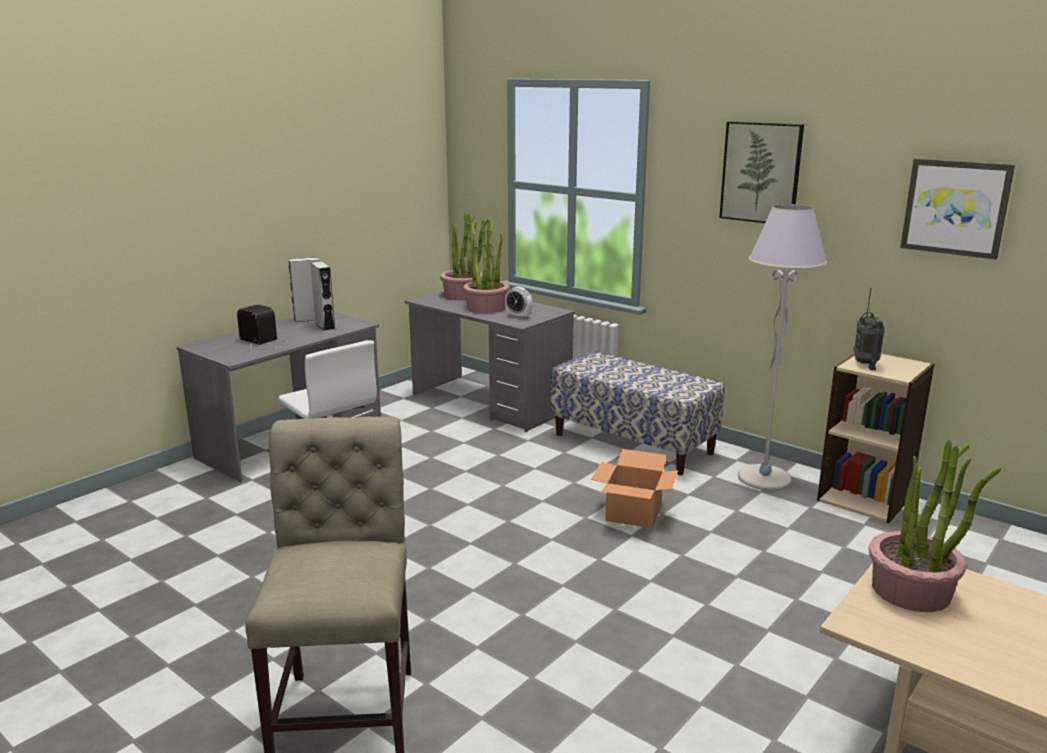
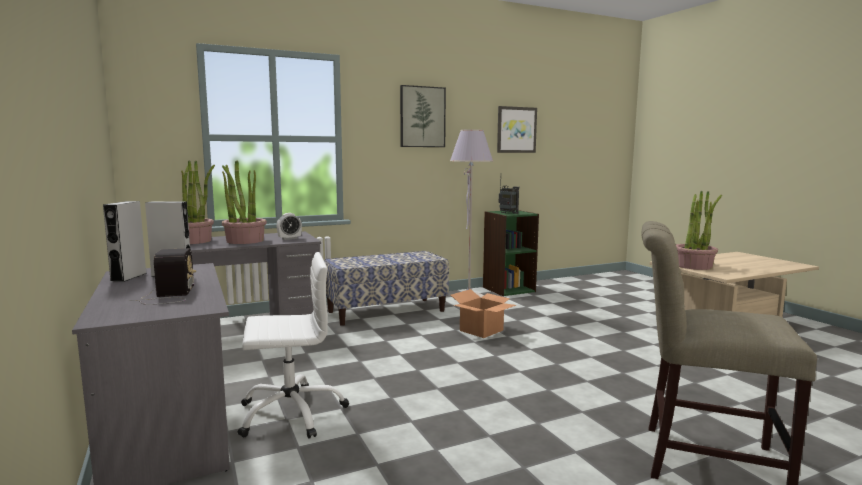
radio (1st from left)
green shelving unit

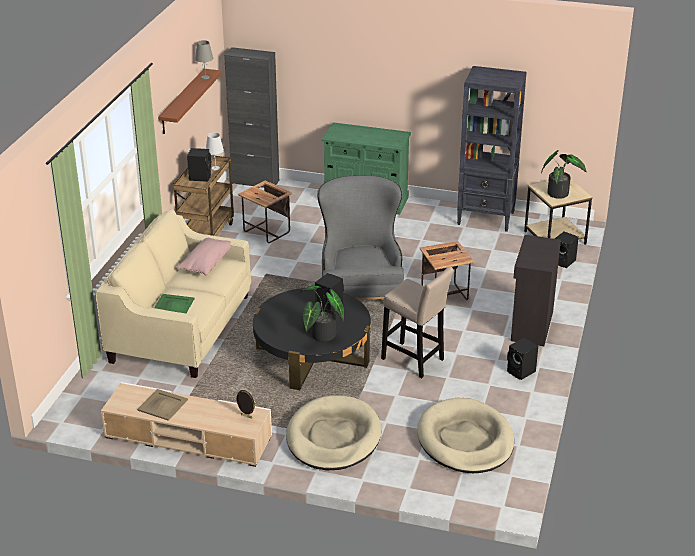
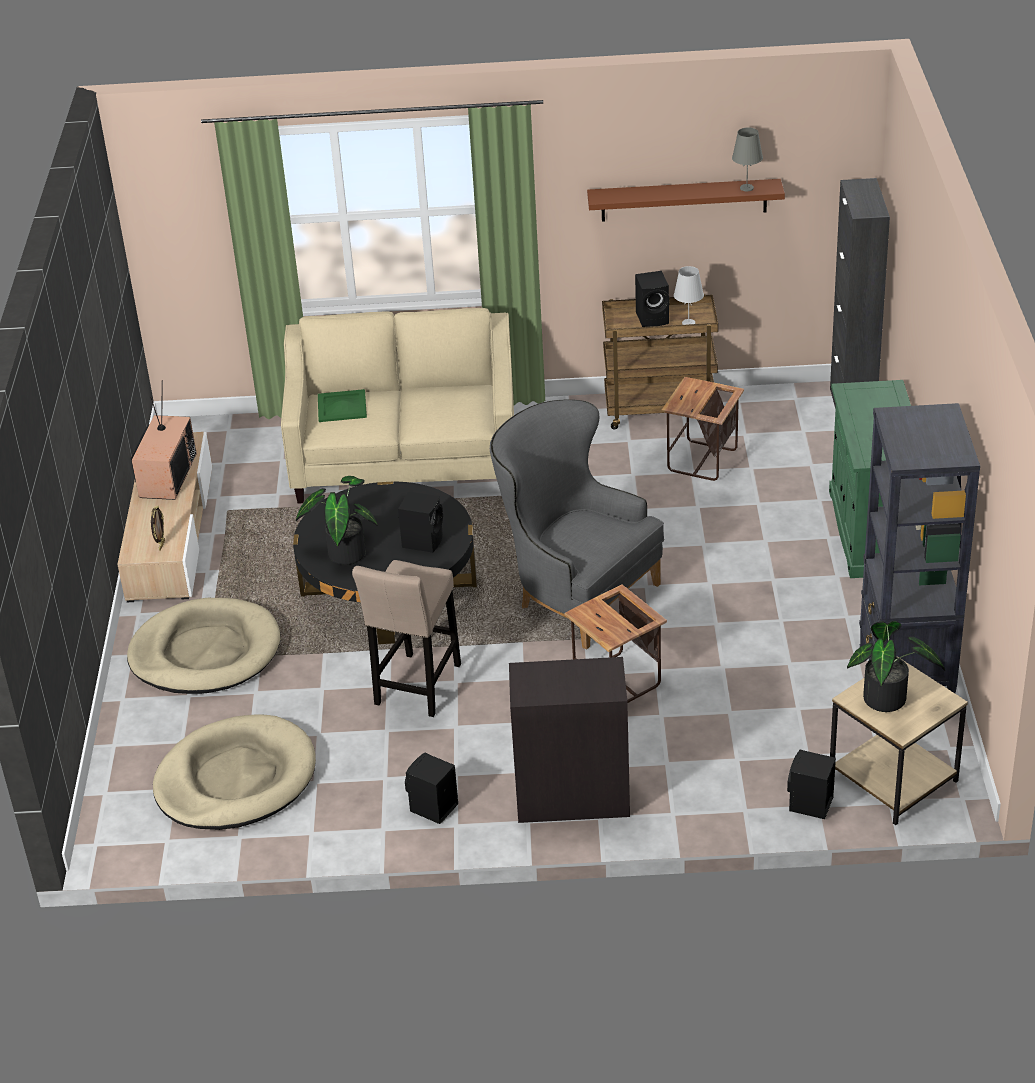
TV set
pinkish cushion
greyish armchair

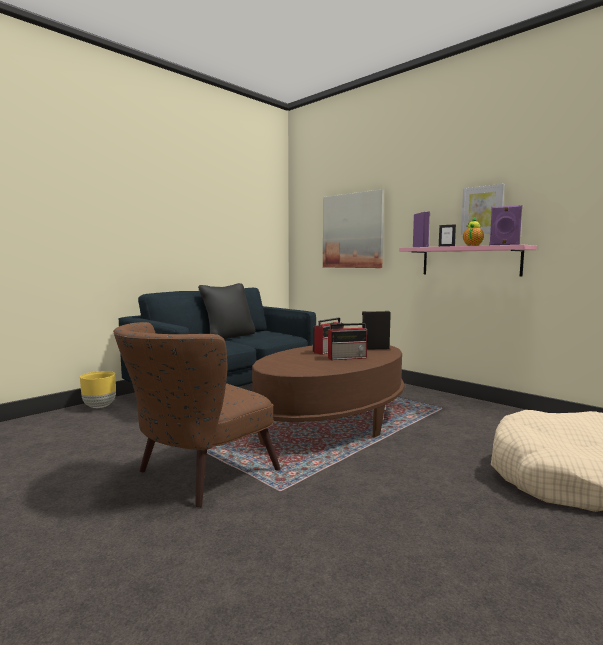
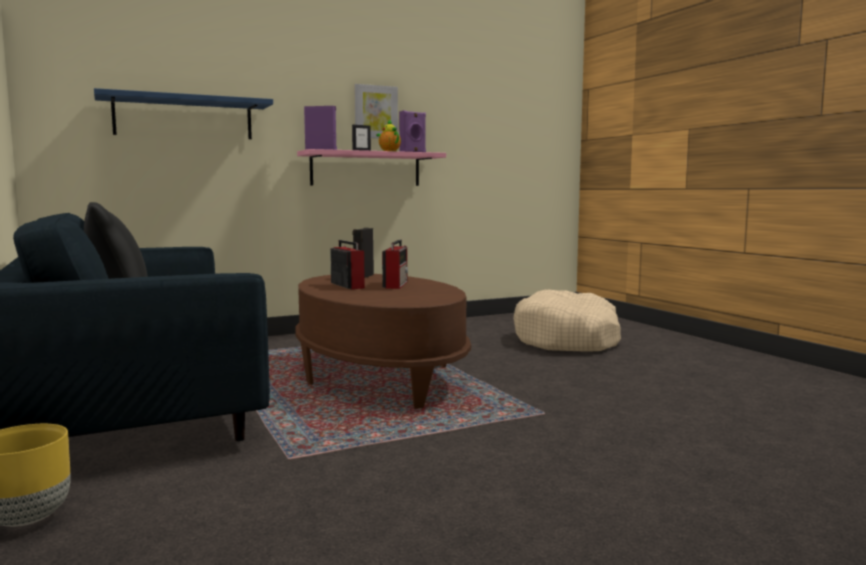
brown-coloured armchair
blue wall shelf

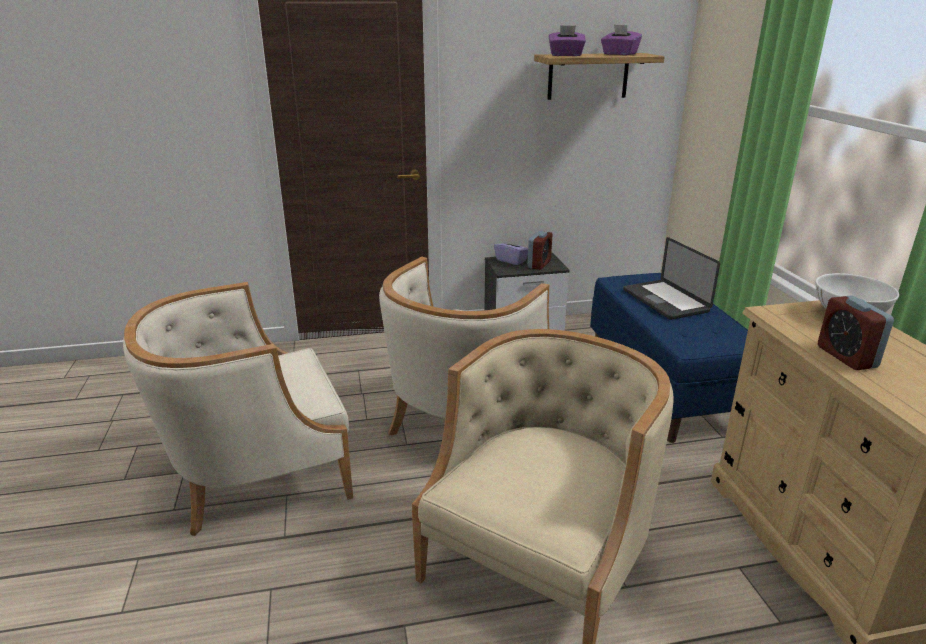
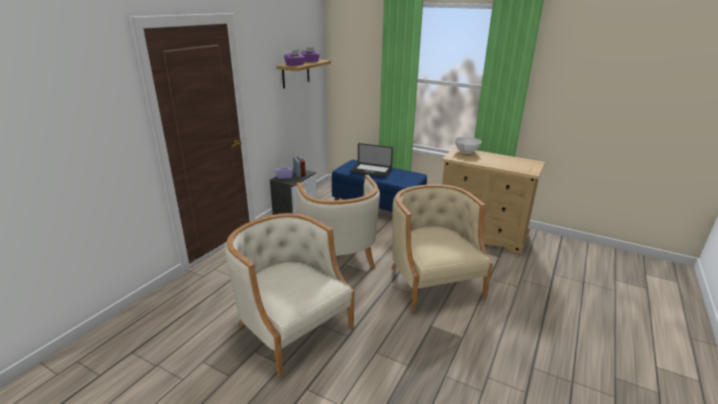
beige-coloured armchair (1st from left)
bedside clock (2nd from left in the first image)

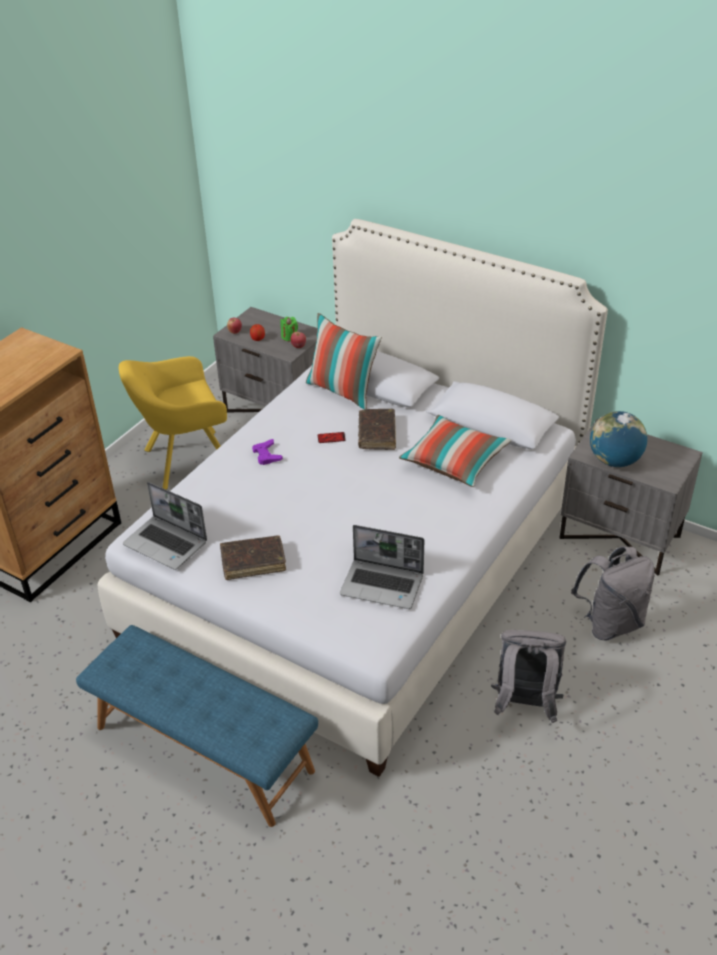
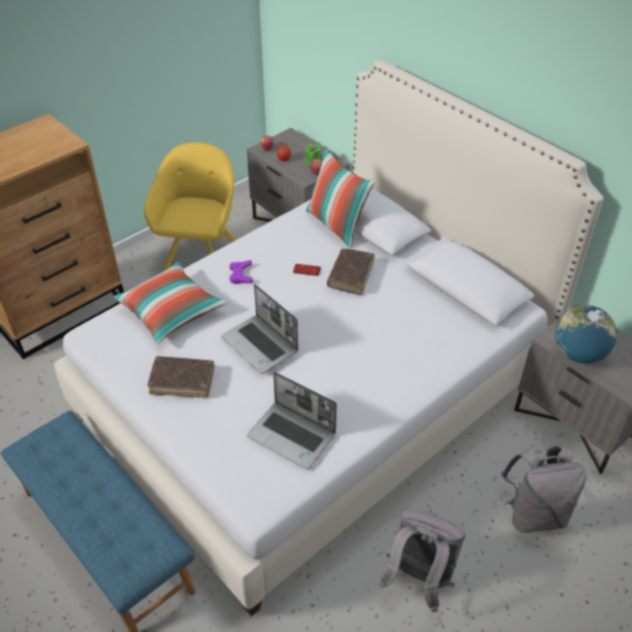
yellow armchair
notebook computer (1st from left)
cushion (1st from left)

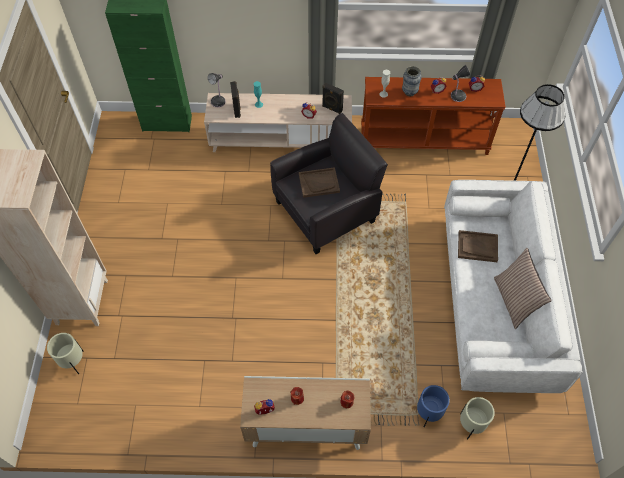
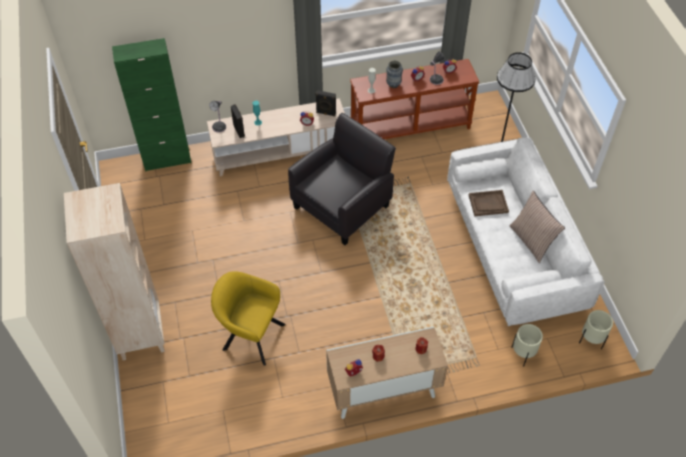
beige-coloured planter (2nd from left)
brown-coloured tray (1st from left in the first image)
blue planter
yellow armchair

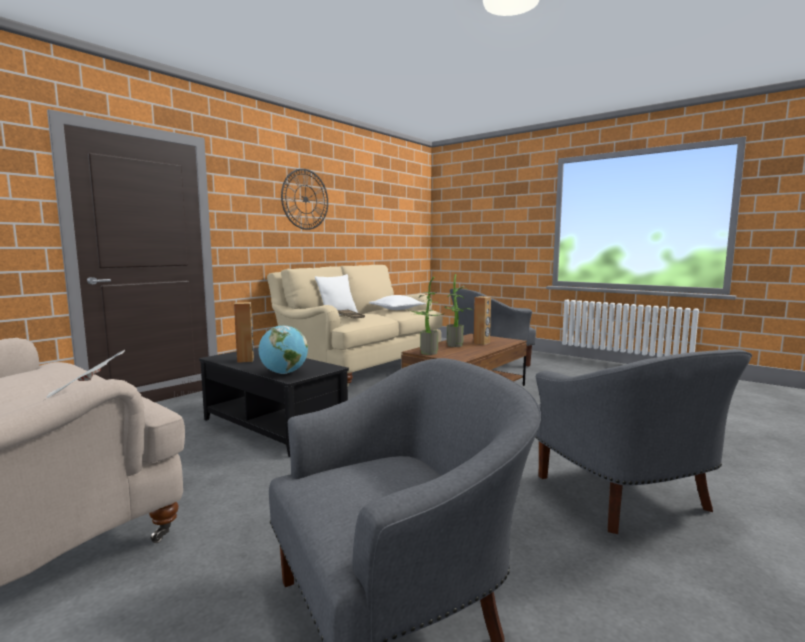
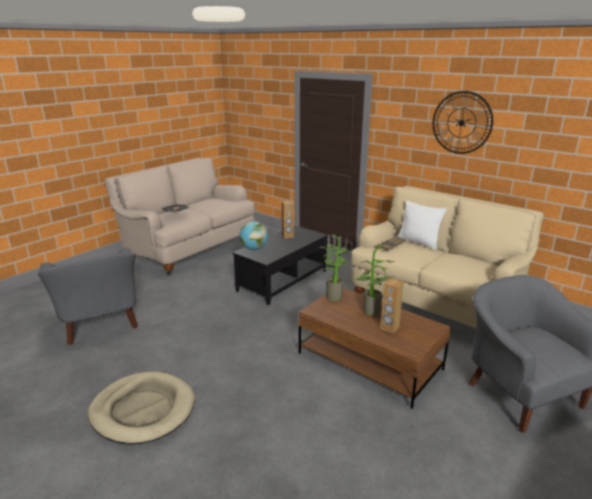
whitish cushion (2nd from left in the first image)
beige-coloured dog cushion

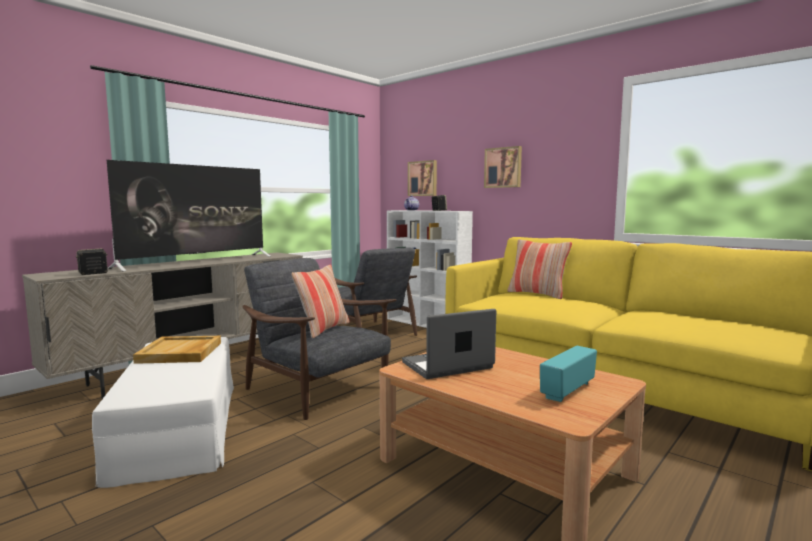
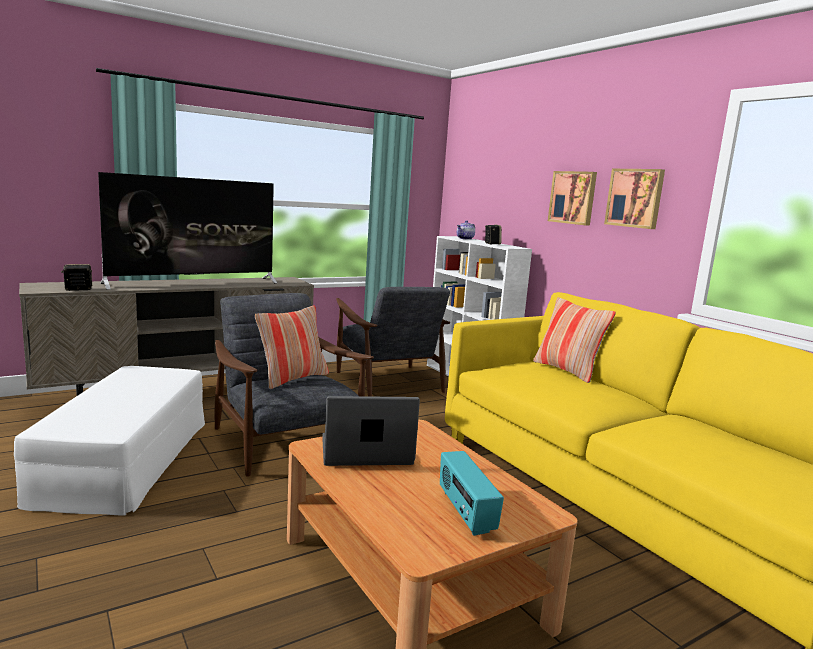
beige-coloured tray
picture (2nd from left)
radio

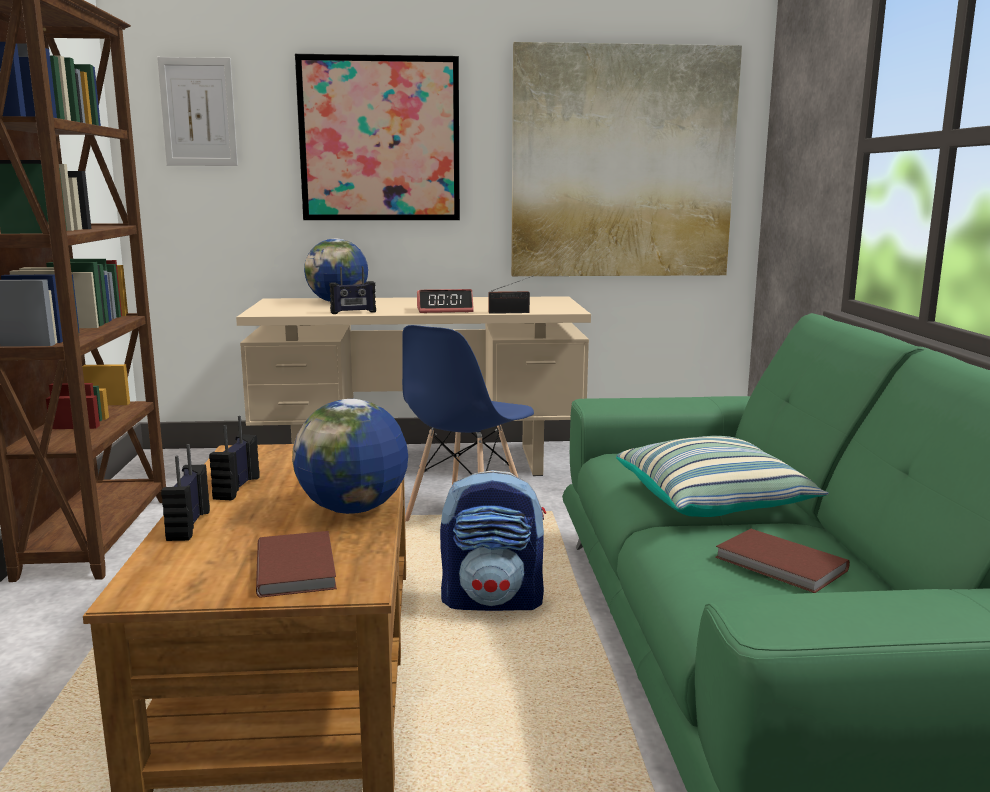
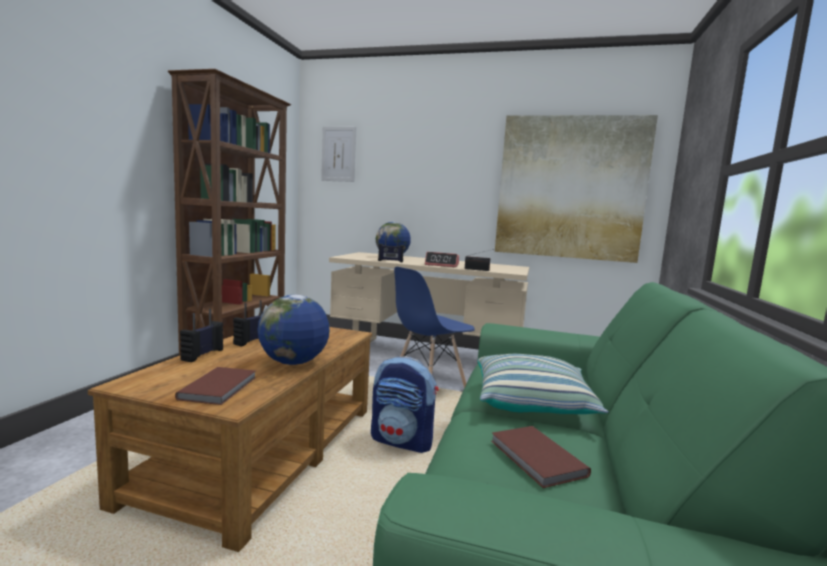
picture (2nd from left in the first image)

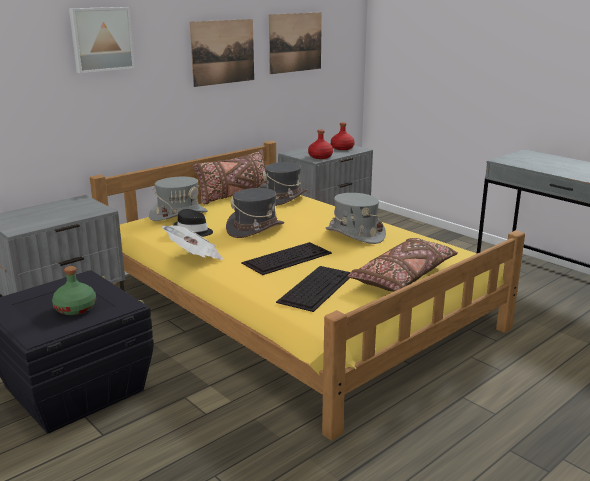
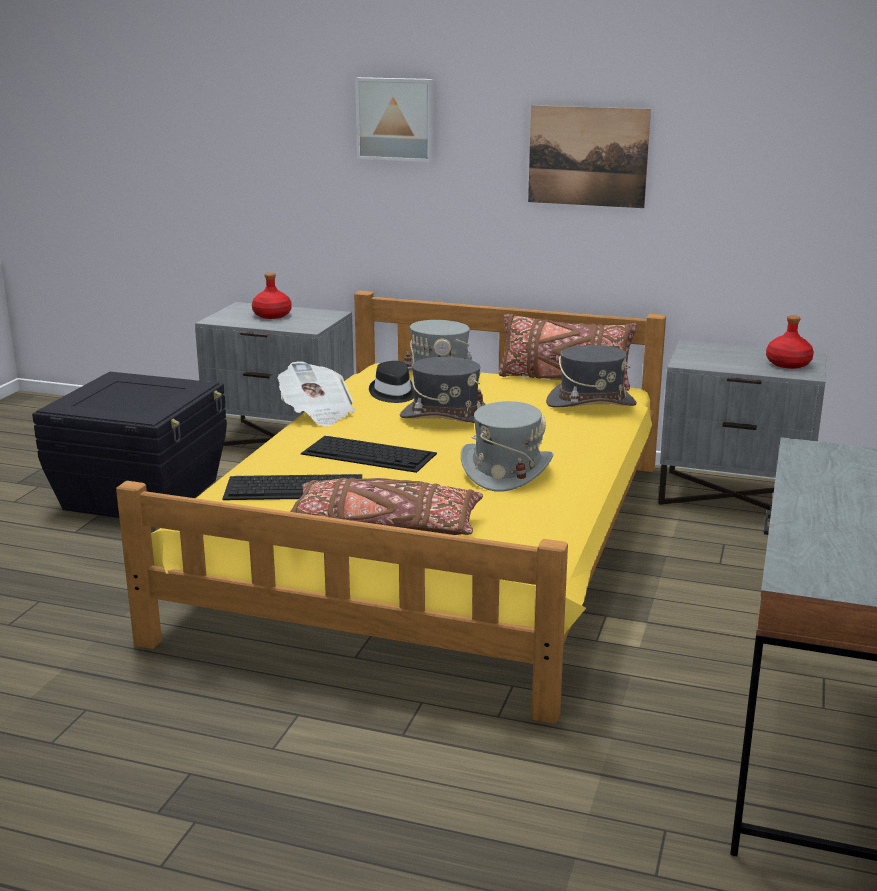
green drink bottle
picture (3rd from left in the first image)
reddish drink bottle (1st from left)

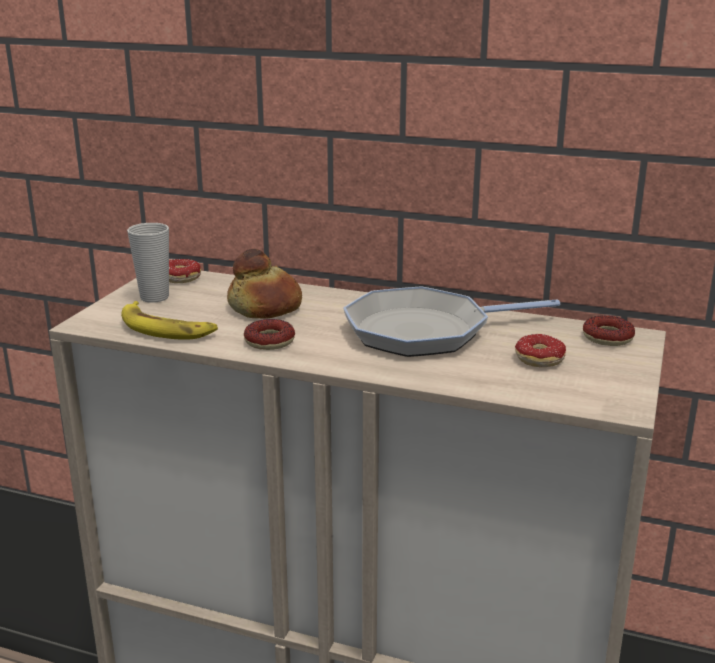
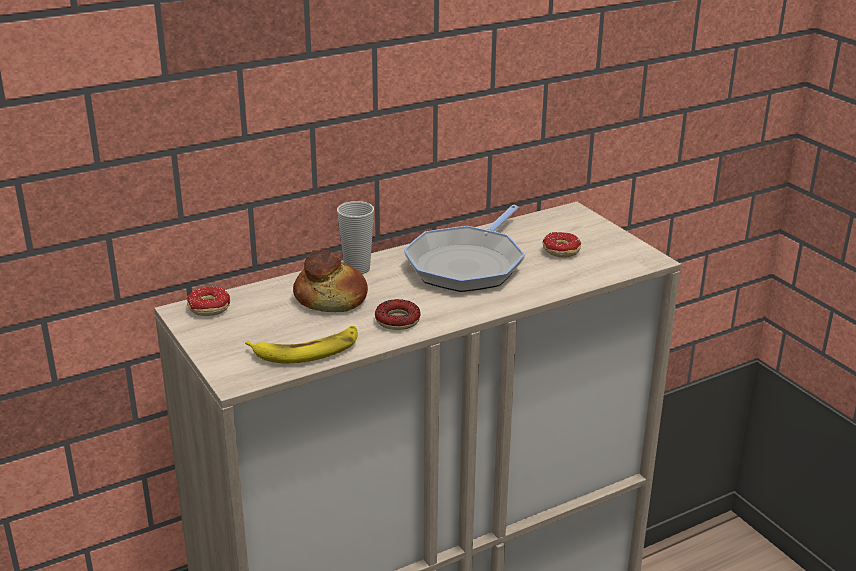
cup
doughnut (4th from left in the first image)

